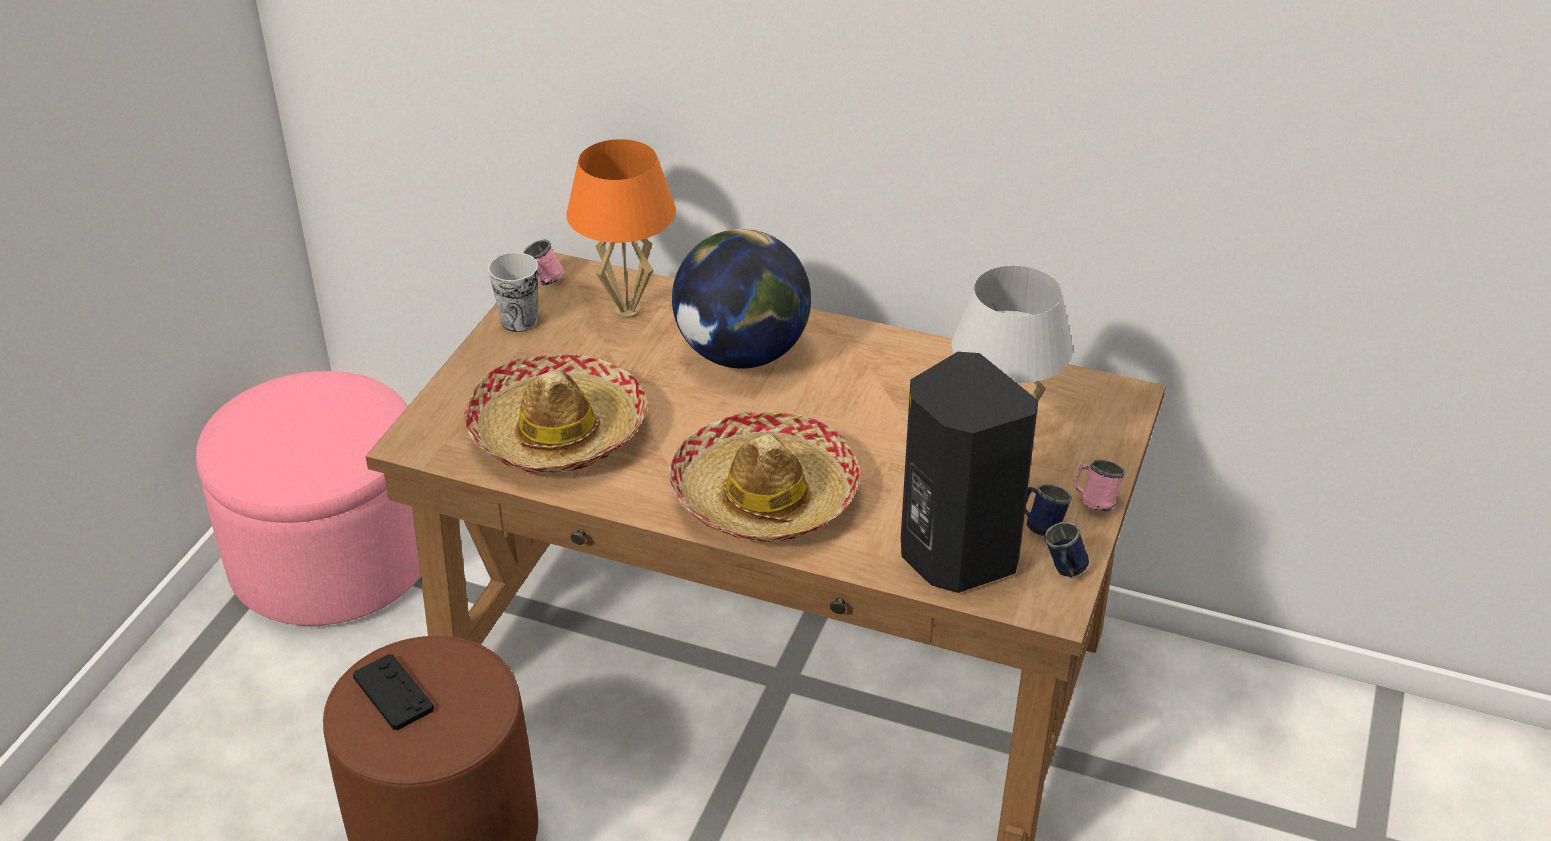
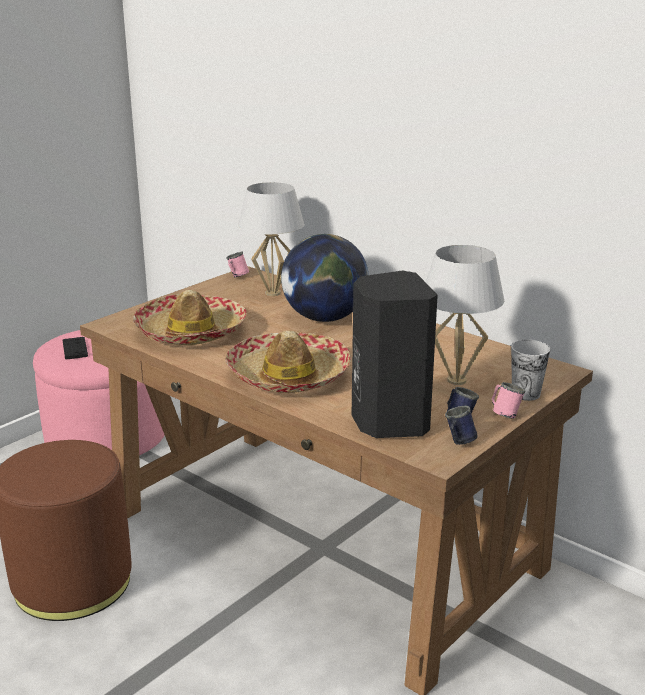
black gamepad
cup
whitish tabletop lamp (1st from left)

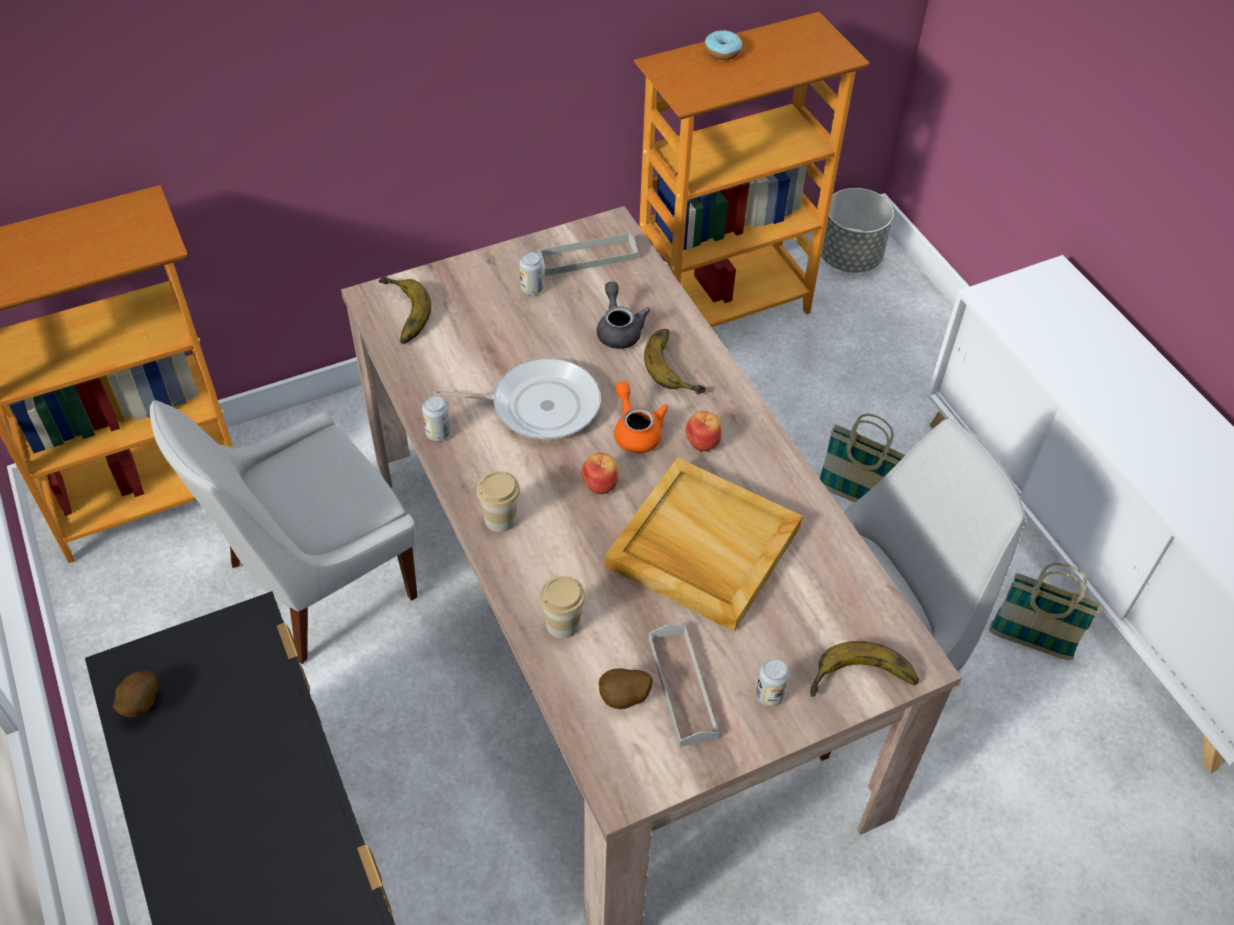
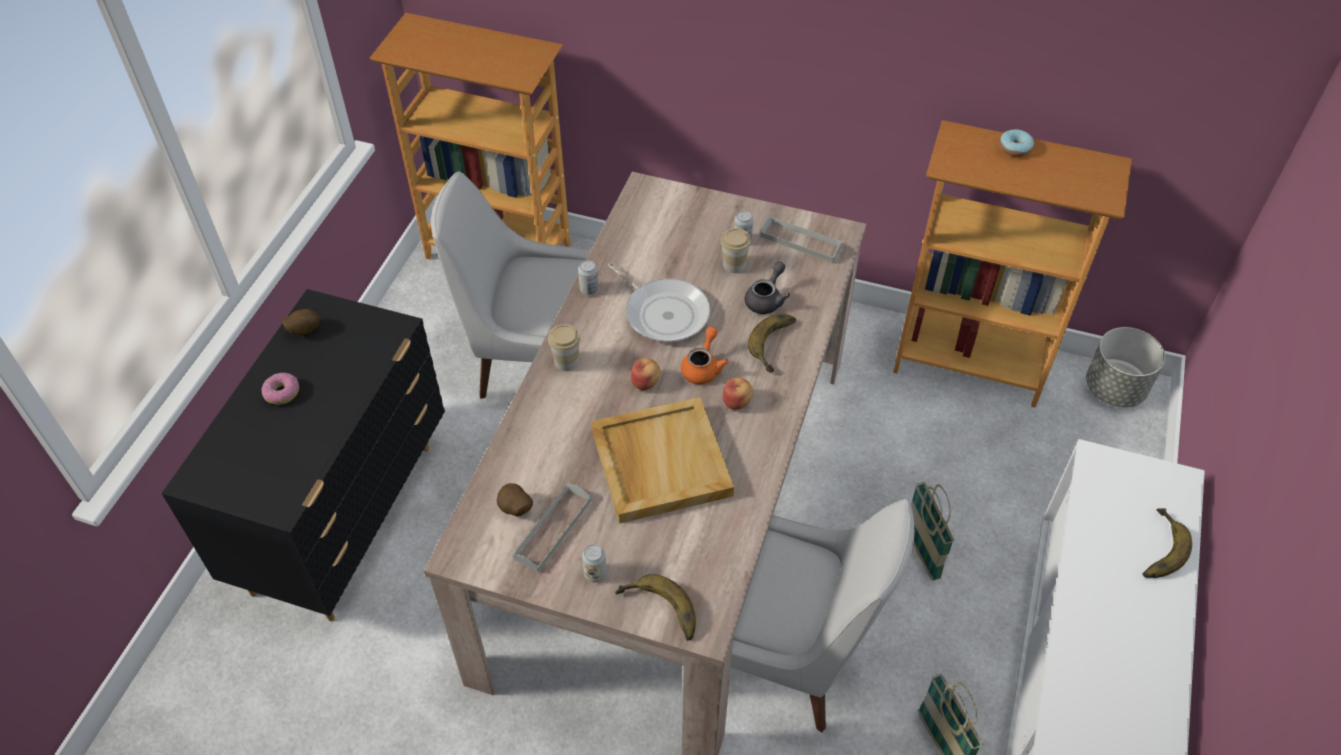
banana fruit (3rd from left)
cup (2nd from left)
doughnut (1st from left)

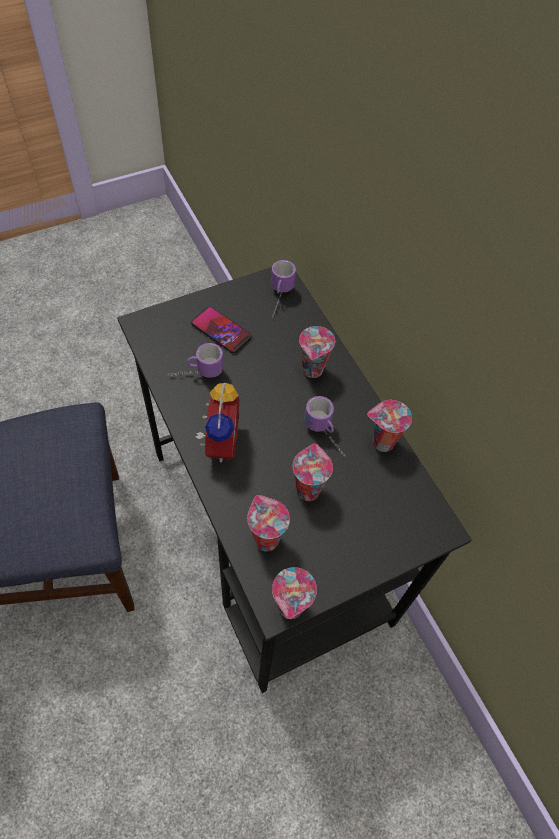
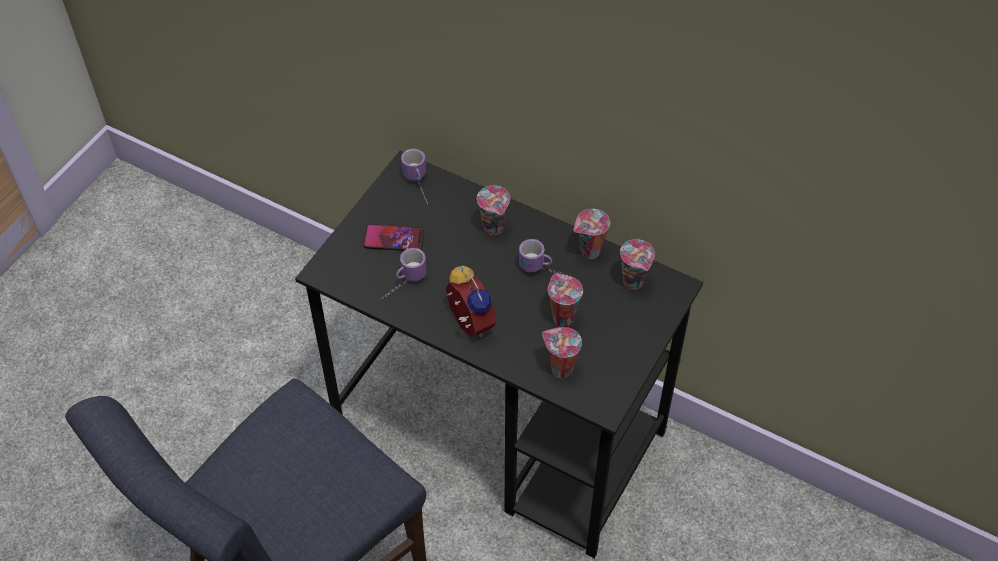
cup (5th from left)

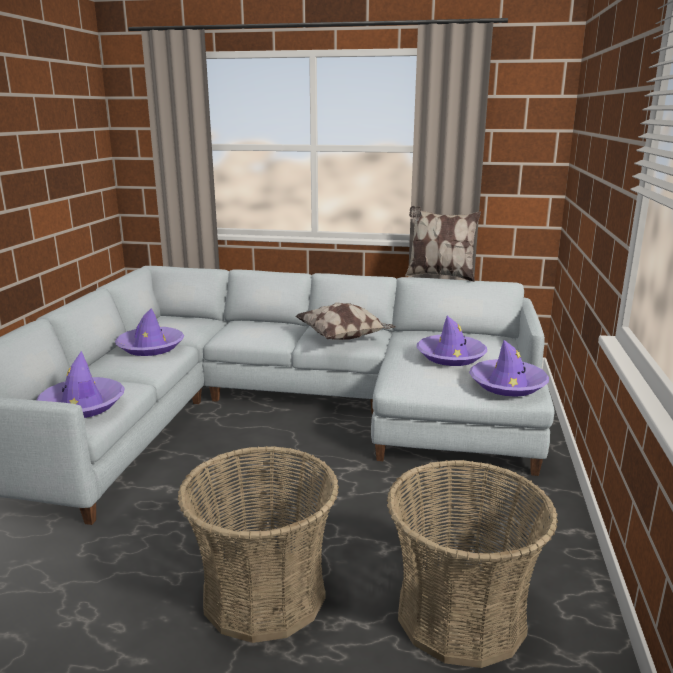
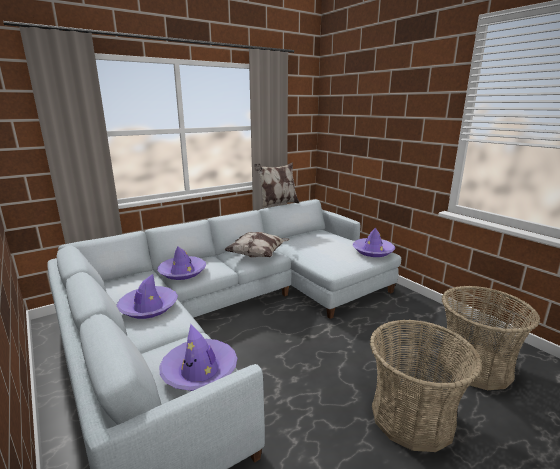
purplish hat (2nd from left)

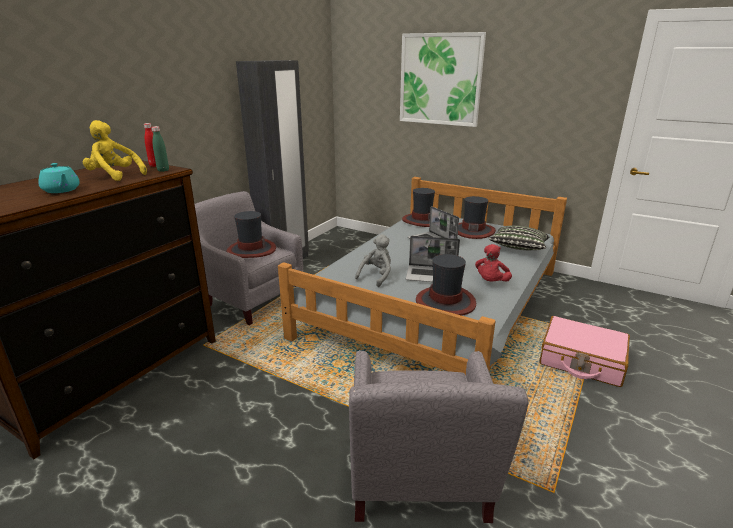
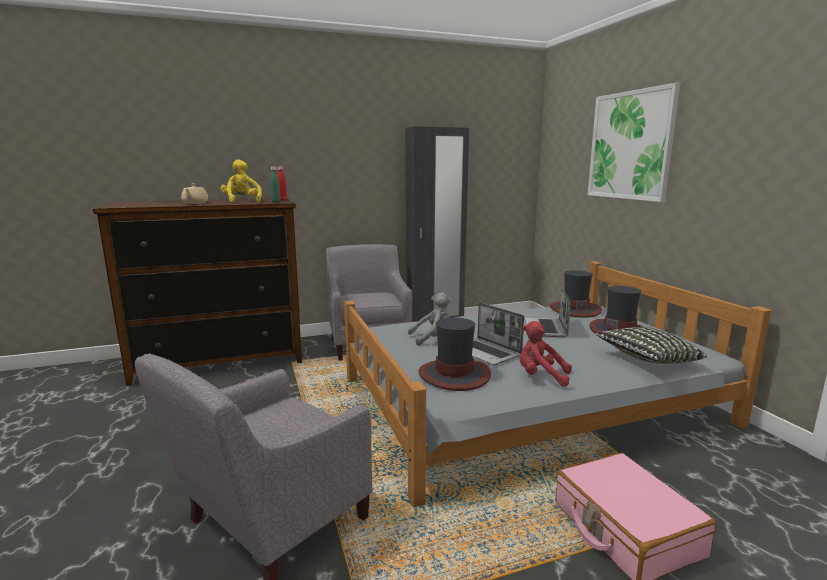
beige-coloured tea pot
hat (1st from left in the first image)
reddish cuddly toy

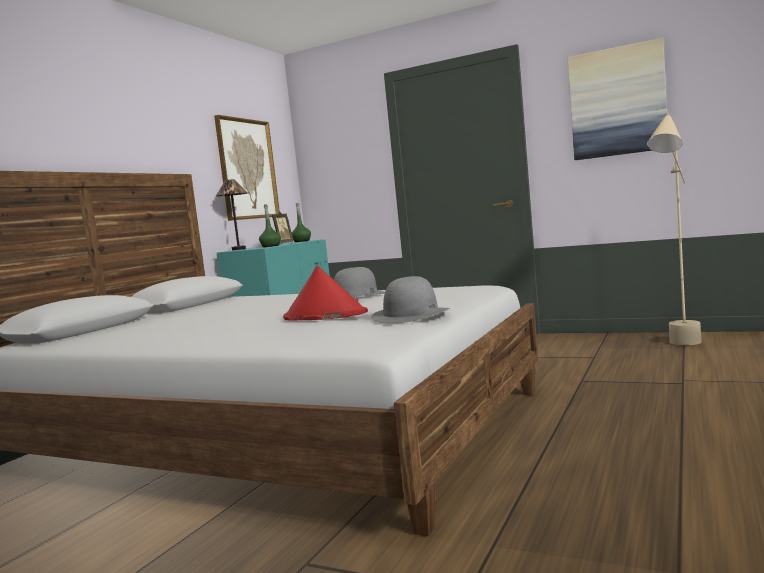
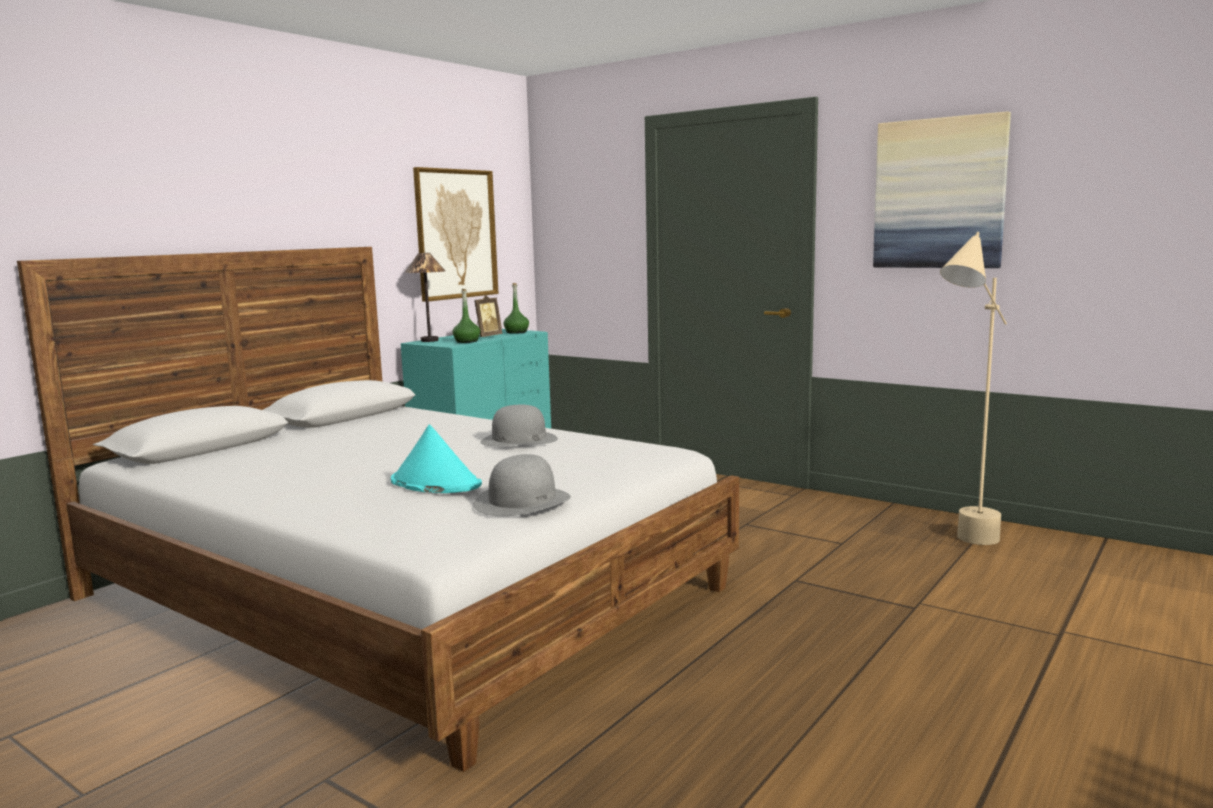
turquoise-coloured hat

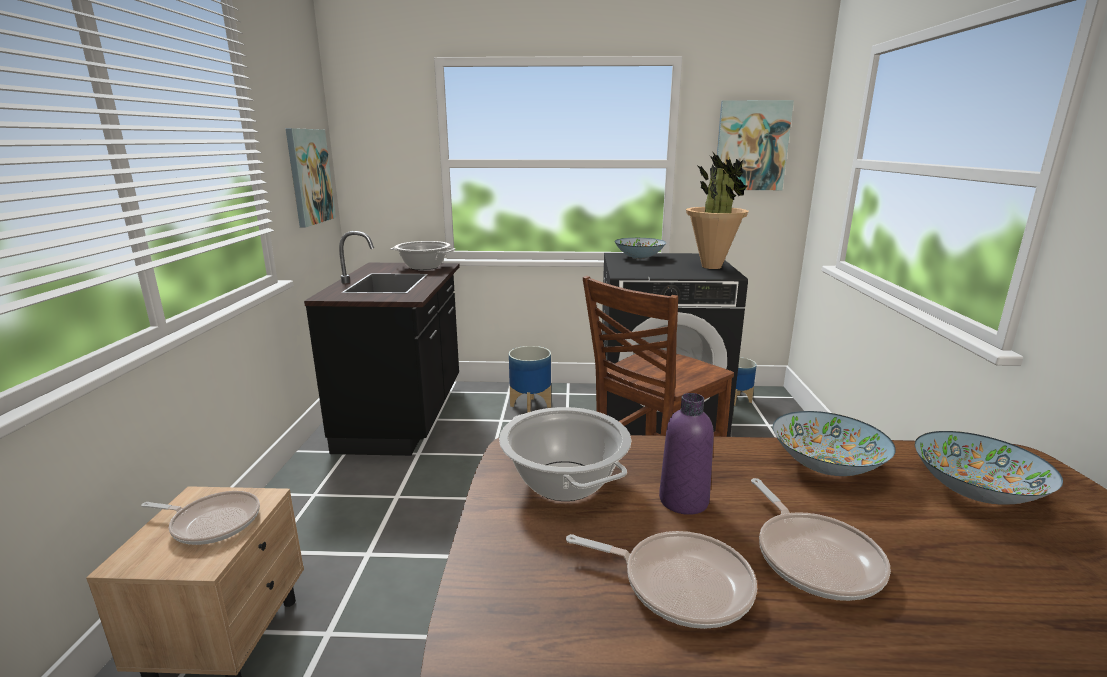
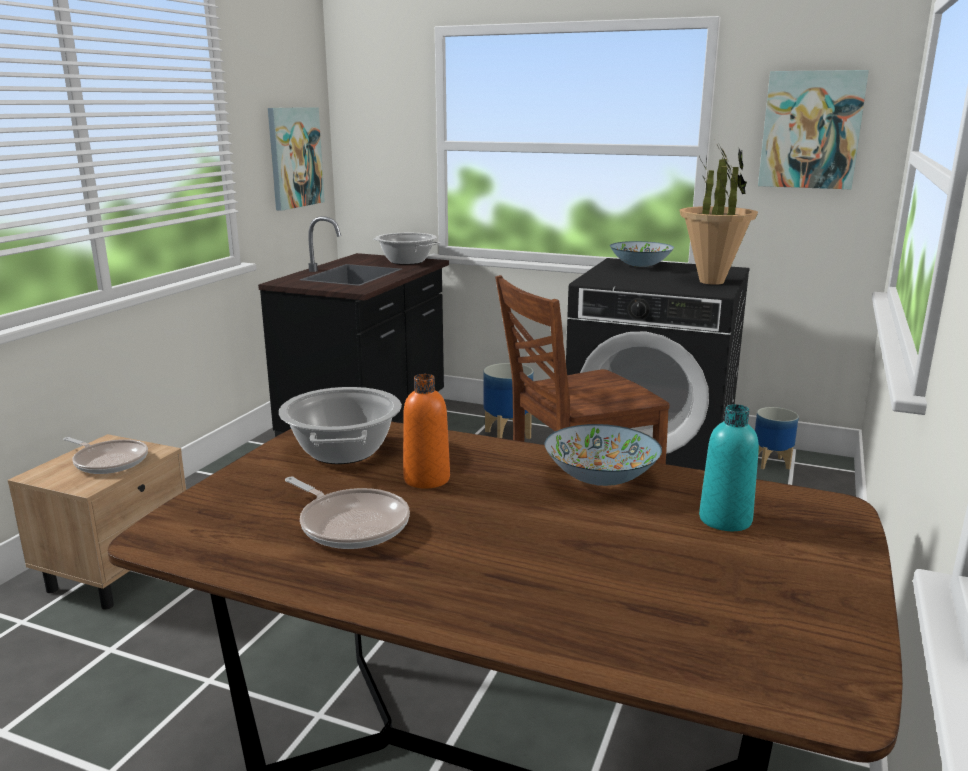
orangey drink bottle
pan (3rd from left in the first image)
turquoise-coloured drink bottle

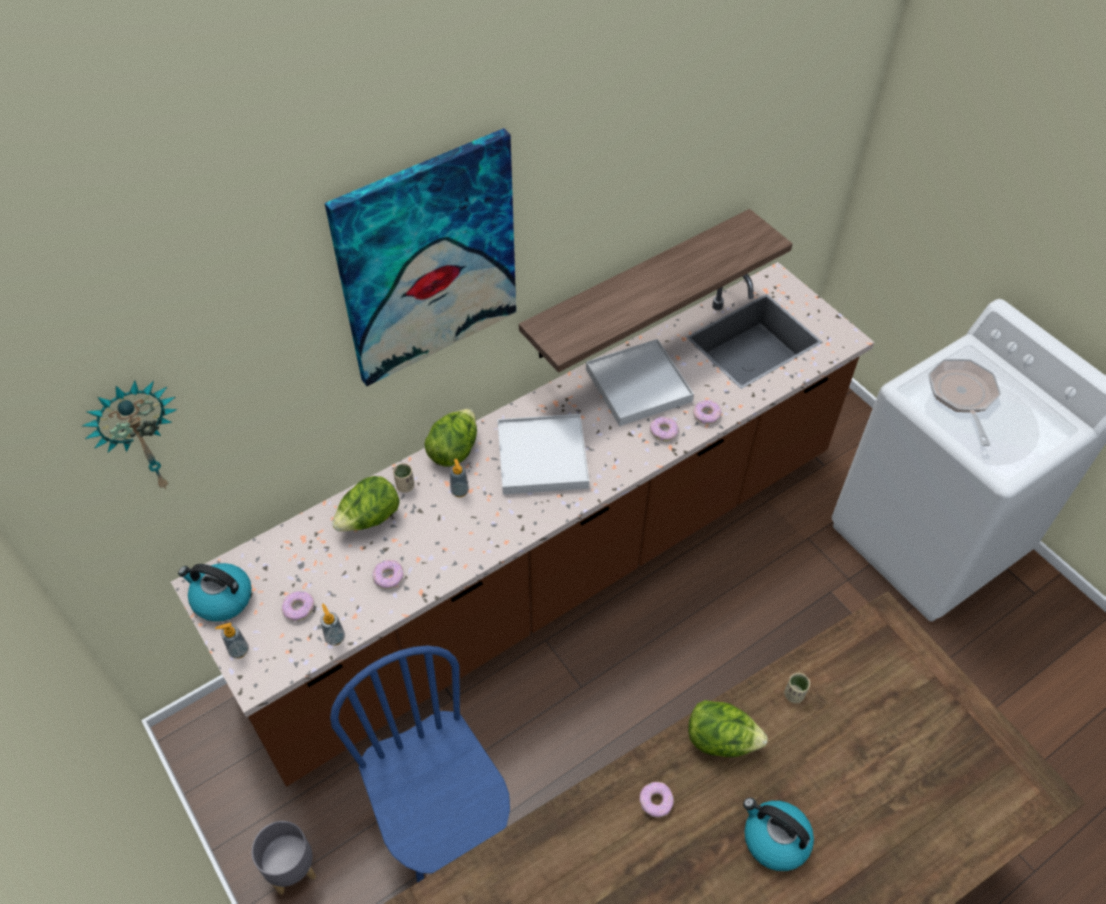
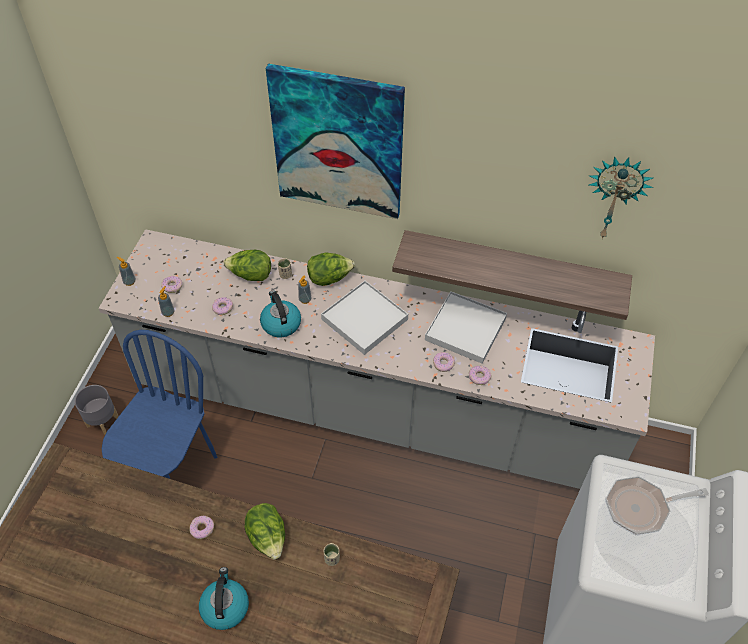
clock on the wall
greyish kitchen base unit
water kettle (2nd from left)
pan

